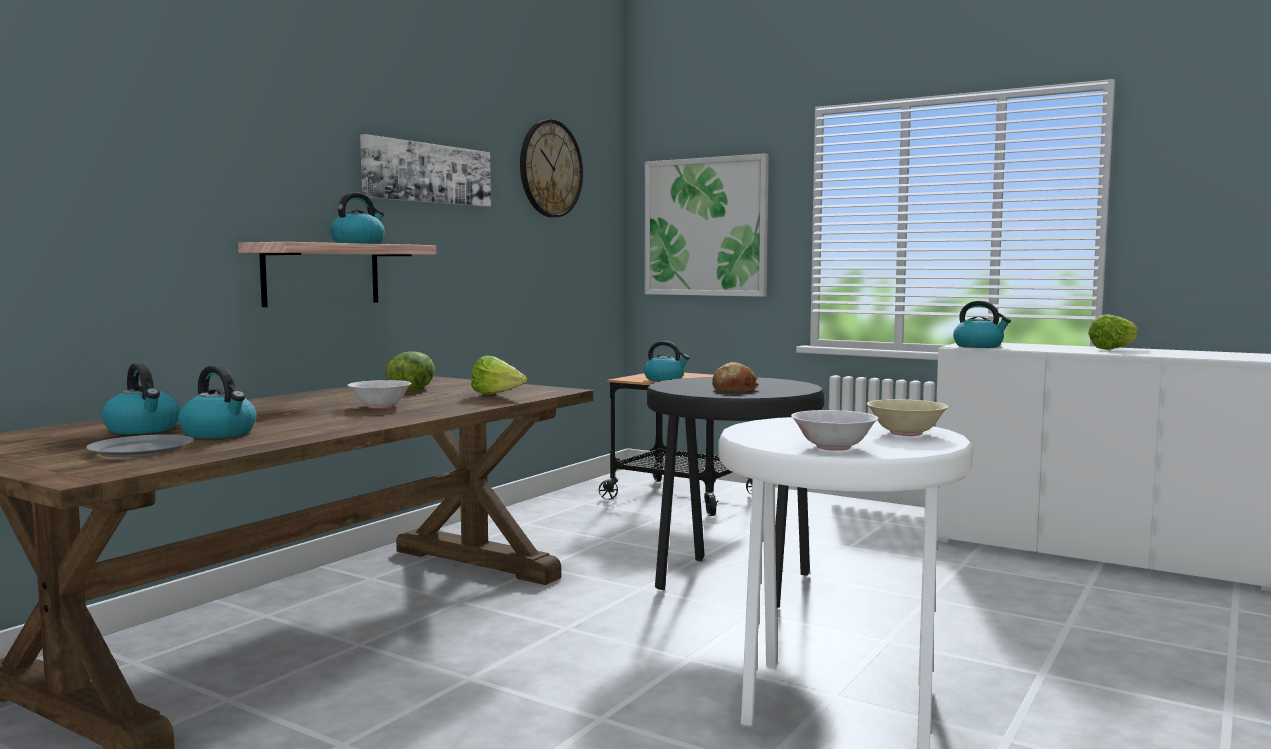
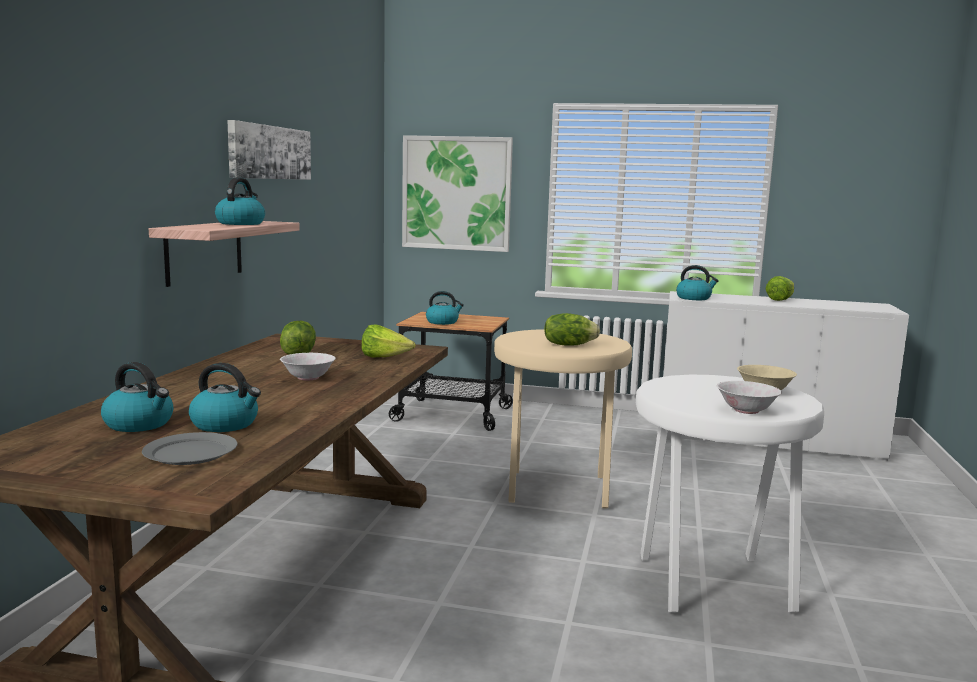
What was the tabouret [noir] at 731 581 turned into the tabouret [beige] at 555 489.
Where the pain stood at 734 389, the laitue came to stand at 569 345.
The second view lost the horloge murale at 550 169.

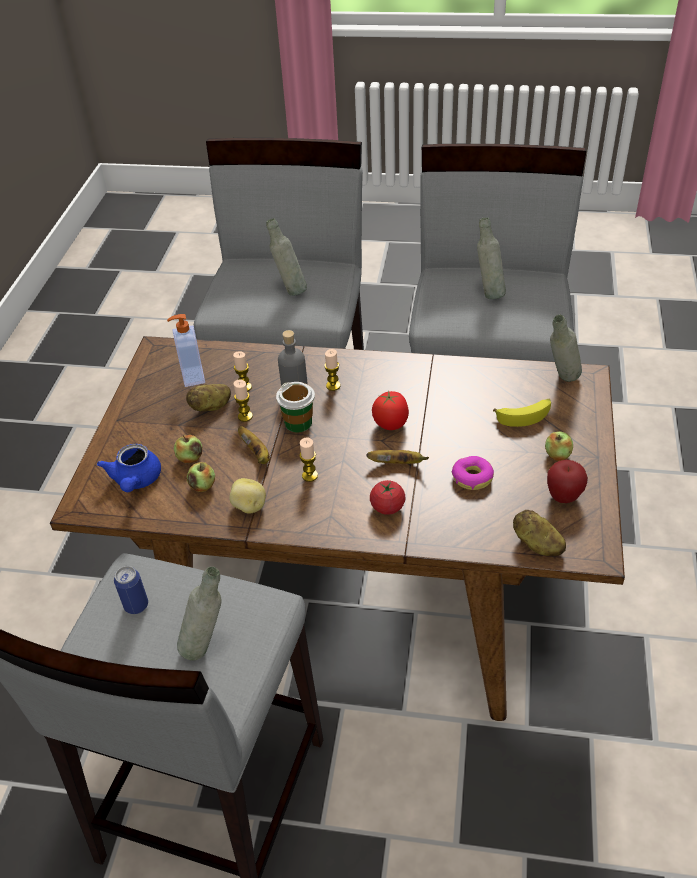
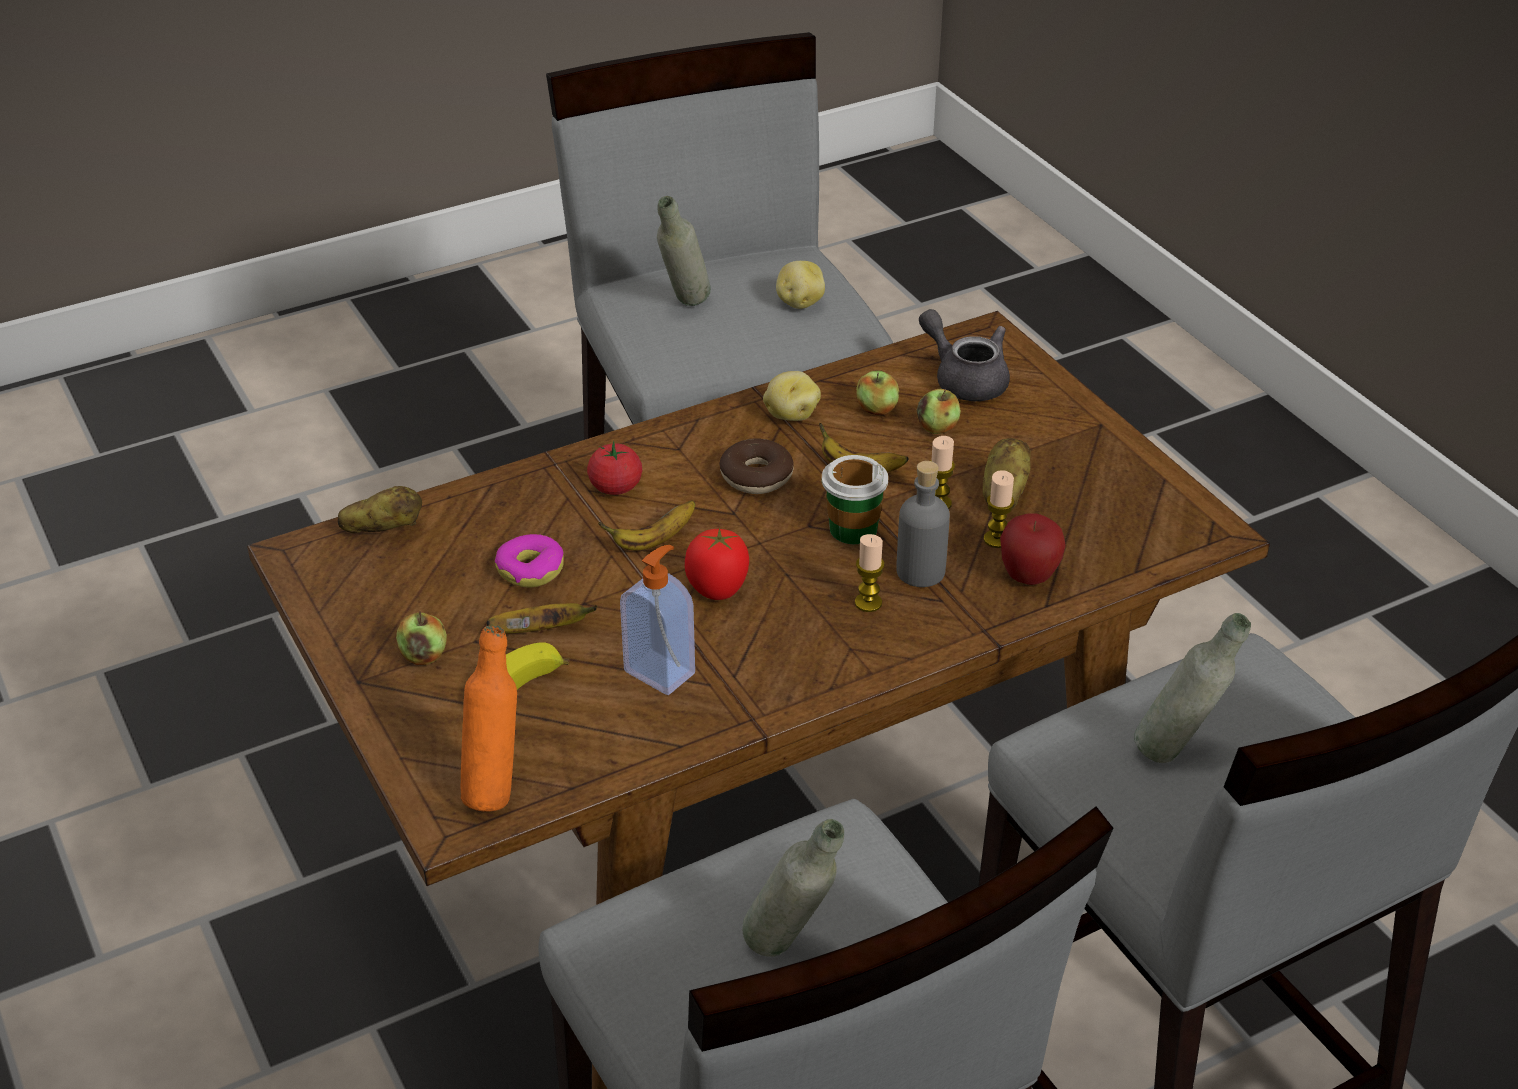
What was the bouteille [gris] at 561 381 turned into the bouteille [orange] at 495 789.
The second view gained the banane at 542 630.
The distributeur de savon ended up elsewhere, having gone from 192 376 to 661 671.
Where the bougie stood at 310 475, the beignet came to stand at 756 476.
Where the boîte métallique stood at 136 605, the pomme de terre came to stand at 799 302.
What was the théière [bleu] at 136 481 turned into the théière [gris] at 965 379.
The pomme ended up elsewhere, having gone from 563 496 to 1028 577.

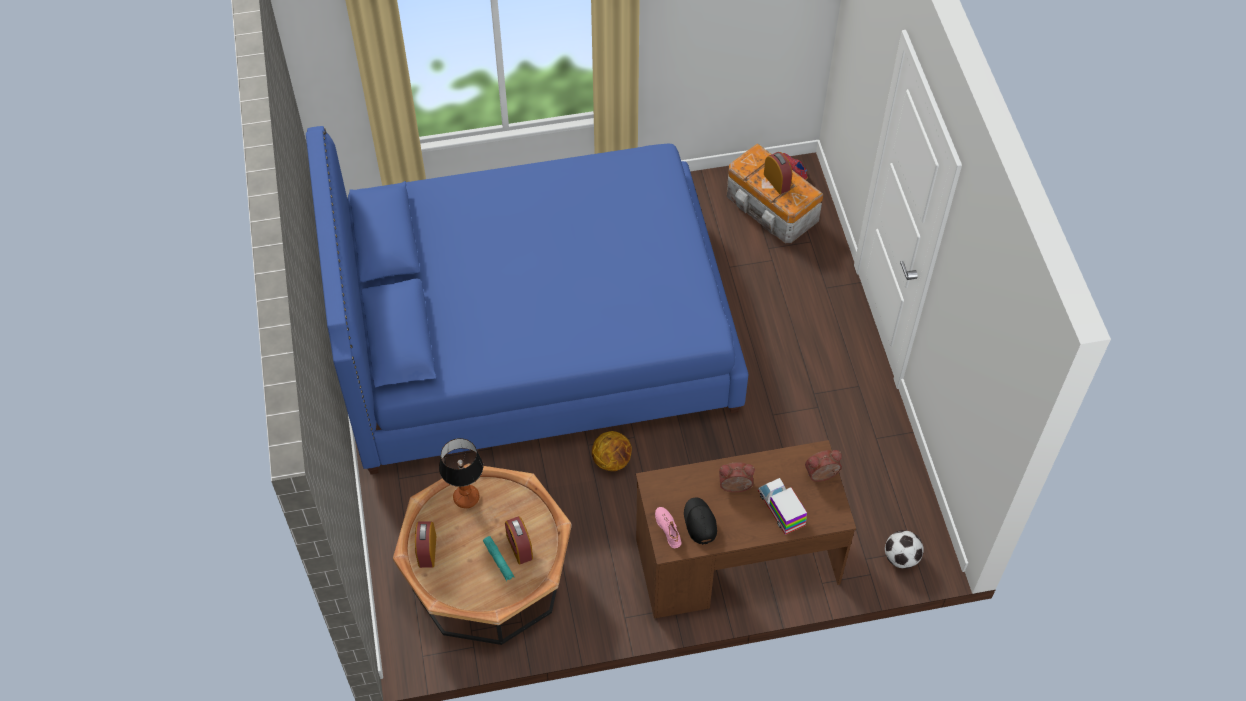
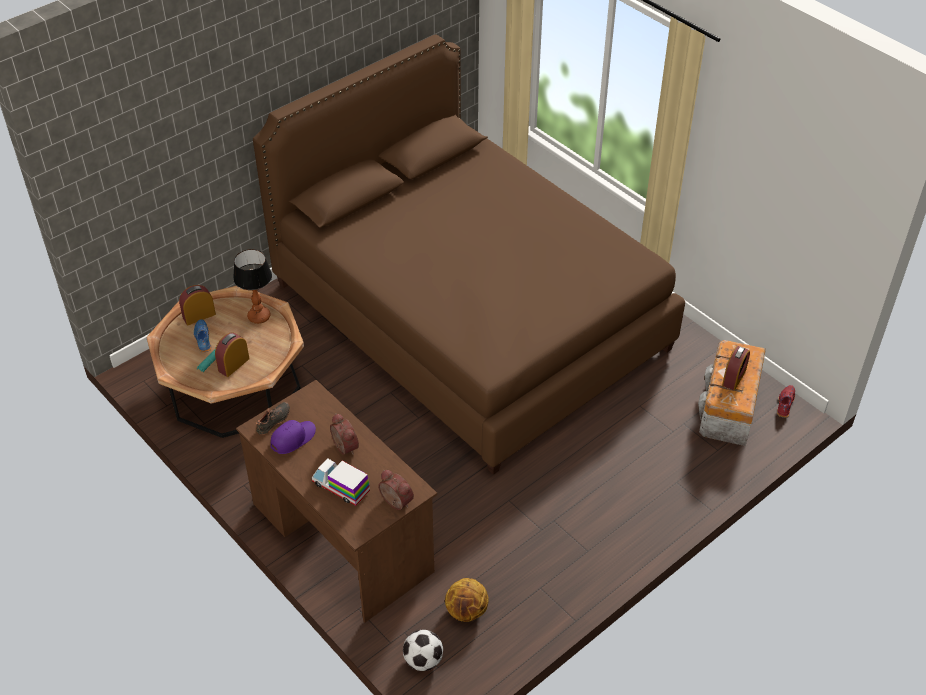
The second view gained the chaussure [bleu] at 202 339.
What was the lit [bleu] at 534 335 turned into the lit [marron] at 470 316.
What was the chaussure [rose] at 669 529 turned into the chaussure [noir] at 274 421.
What was the casquette [noir] at 699 522 turned into the casquette [violet] at 293 438.
The camion jouet at 781 509 ended up facing another way, 90 degrees counterclockwise from before.
The ballon de basket ended up elsewhere, having gone from 612 460 to 466 611.

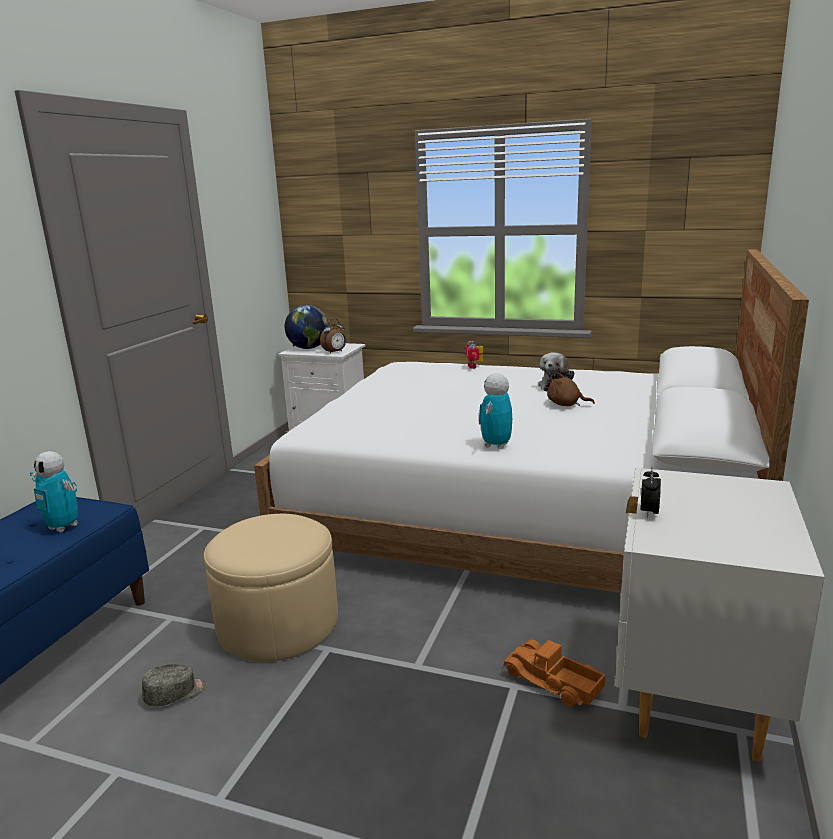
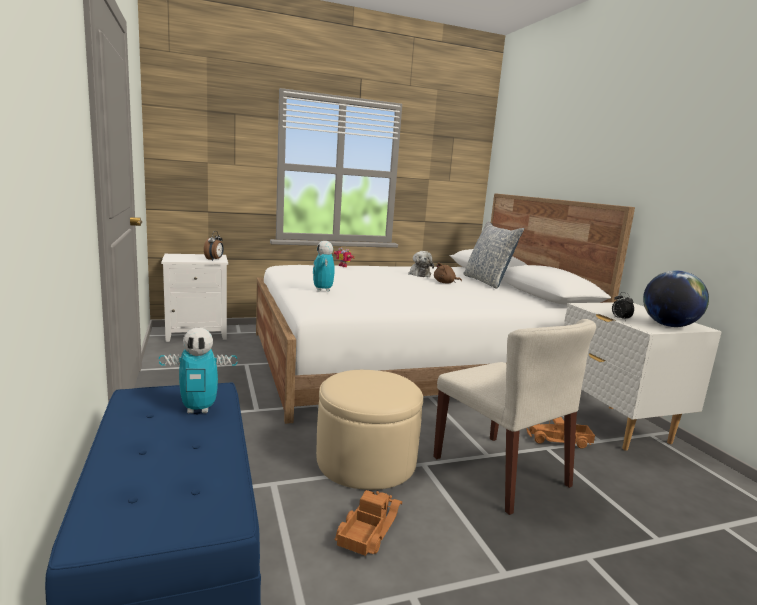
The robot jouet ended up elsewhere, having gone from 496 445 to 323 290.
Where the casquette [gris] stood at 176 694, the camion jouet came to stand at 367 529.
The second view gained the chaise [beige] at 501 471.
The second view gained the coussin at 487 282.
The globe ended up elsewhere, having gone from 308 348 to 669 325.

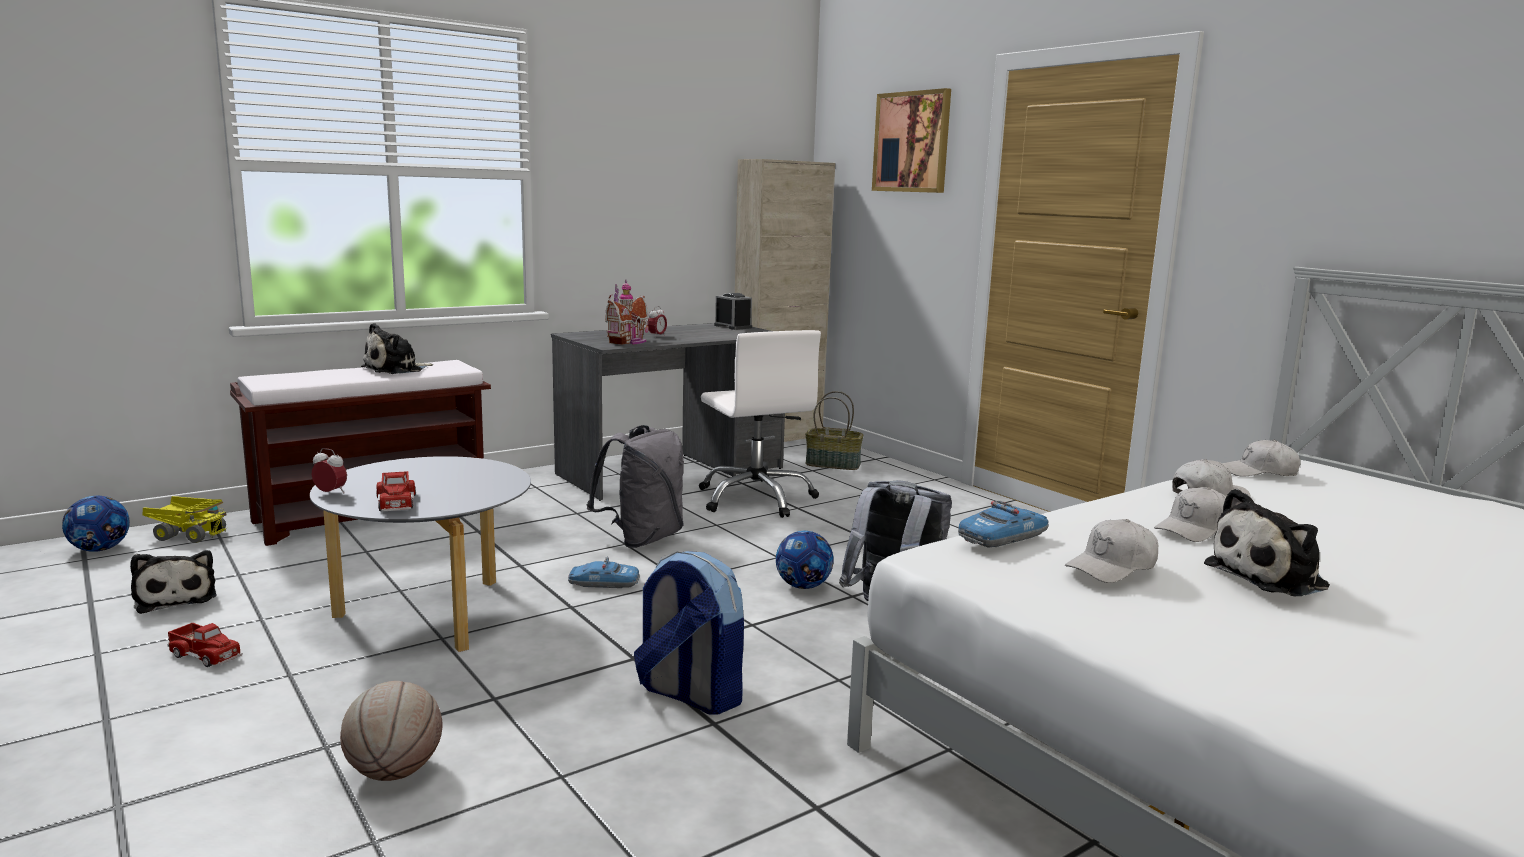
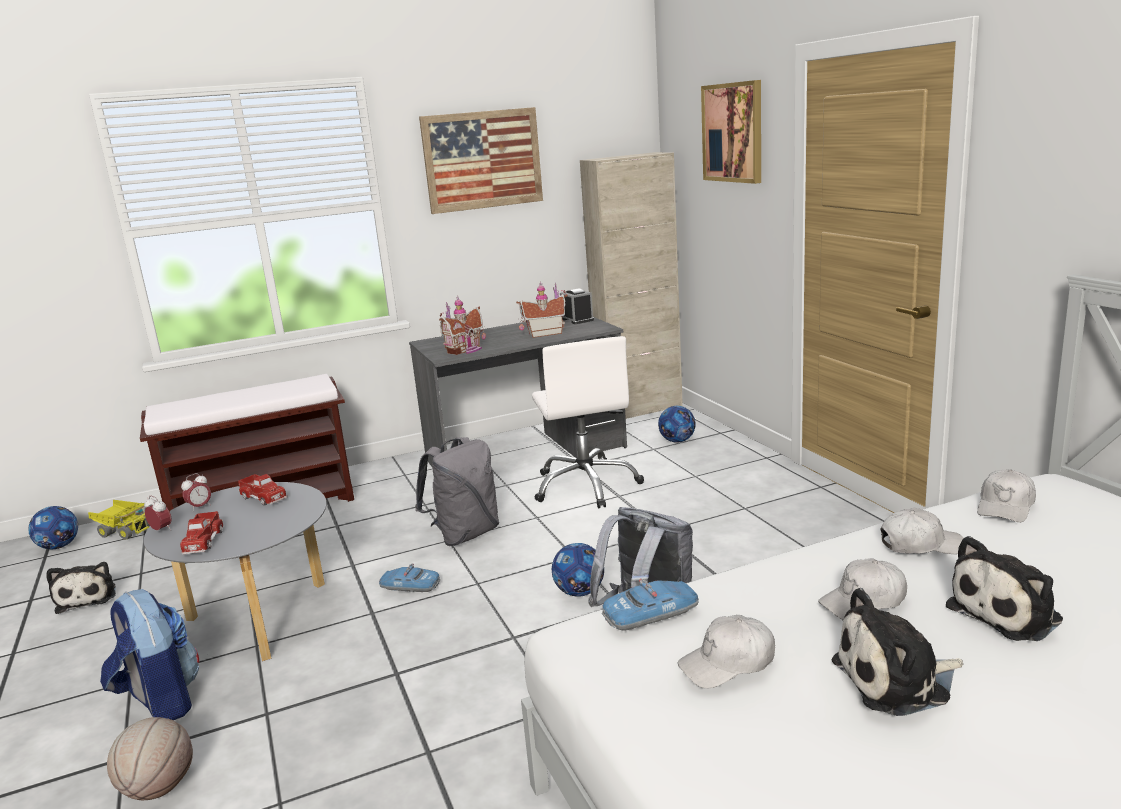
The sac à dos ended up elsewhere, having gone from 689 694 to 160 702.
The réveil ended up elsewhere, having gone from 657 336 to 200 507.
The camion jouet ended up elsewhere, having gone from 206 654 to 264 497.
The second view gained the tableau at 482 160.
The second view gained the maison miniature at 544 333.
Where the panier stood at 833 464, the ballon de foot came to stand at 677 441.
The peluche ended up elsewhere, having gone from 396 369 to 1008 612.
The casquette [blanc] at 1259 473 ended up facing another way, 75 degrees counterclockwise from before.

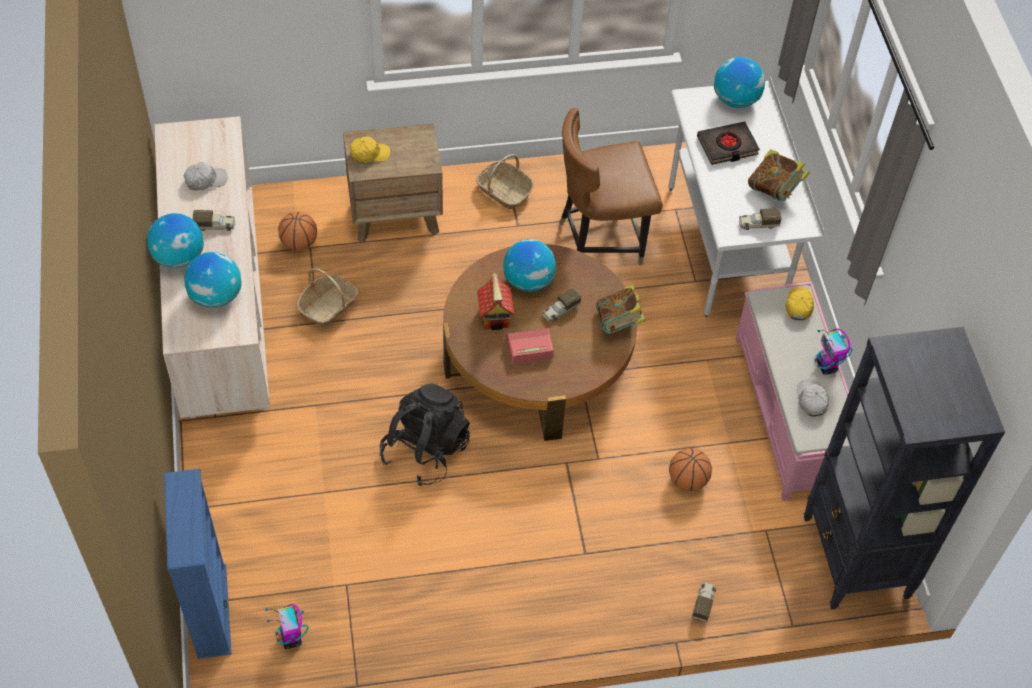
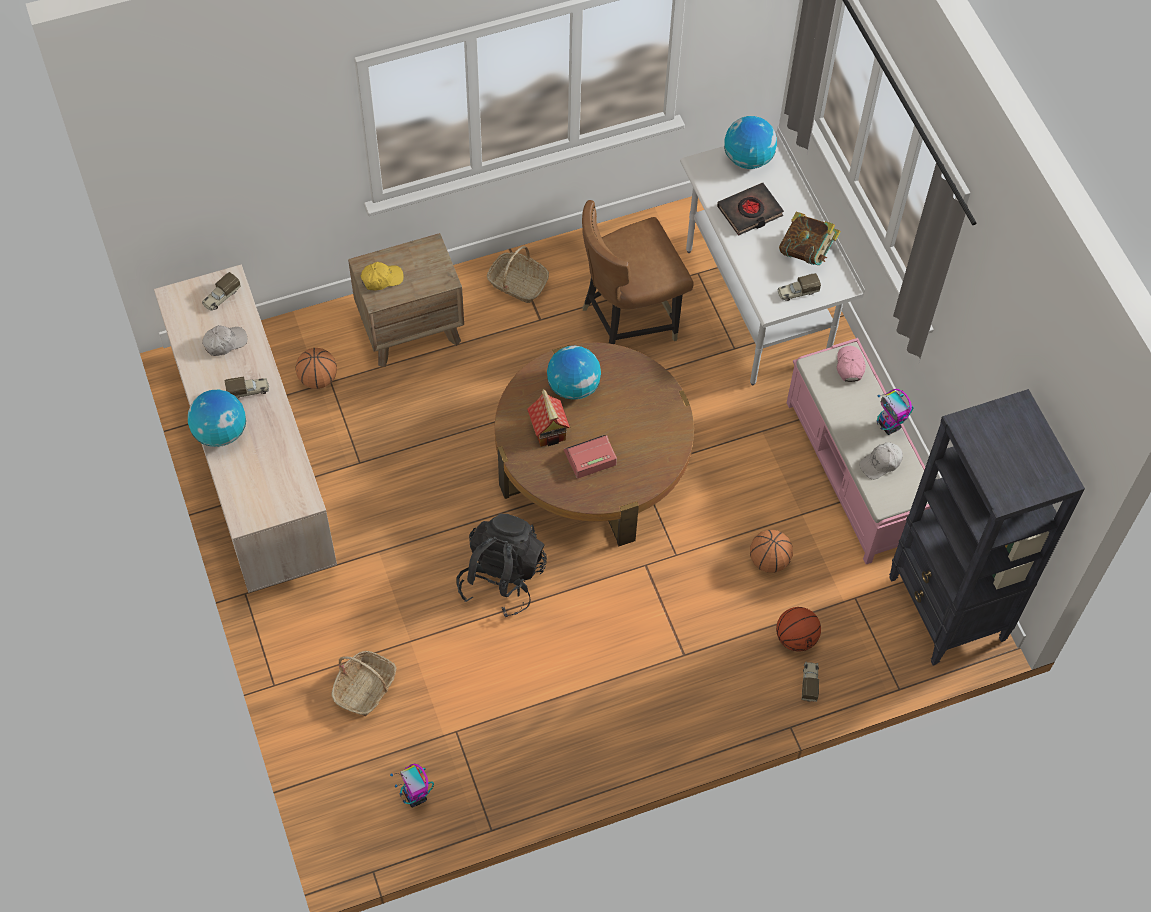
The camion jouet ended up elsewhere, having gone from 560 311 to 221 297.
The panier ended up elsewhere, having gone from 328 306 to 365 688.
The second view gained the ballon de basket at 795 638.
What was the casquette [jaune] at 799 305 turned into the casquette [rose] at 850 366.
The casquette [blanc] at 811 400 ended up facing another way, 105 degrees counterclockwise from before.
The second view lost the bibliothèque [bleu] at 211 611.
The second view lost the globe at 216 296.
The second view lost the livre at 619 323.

